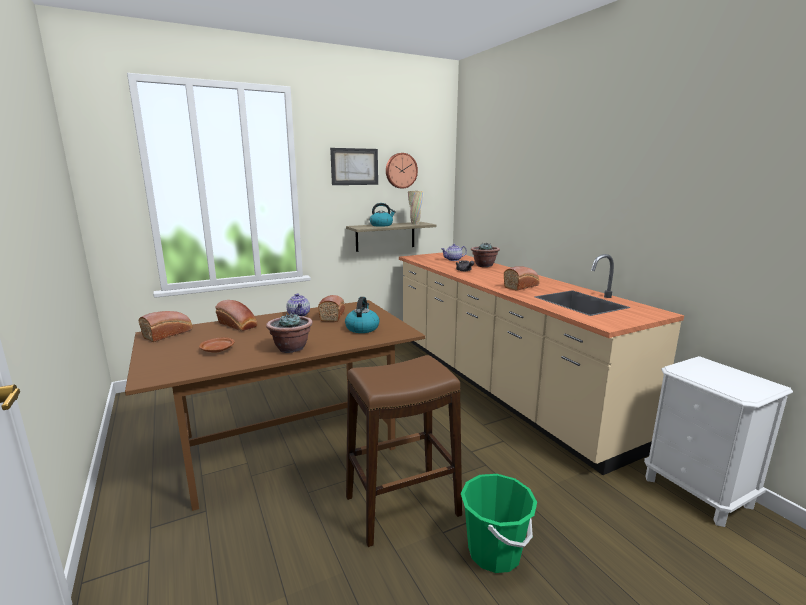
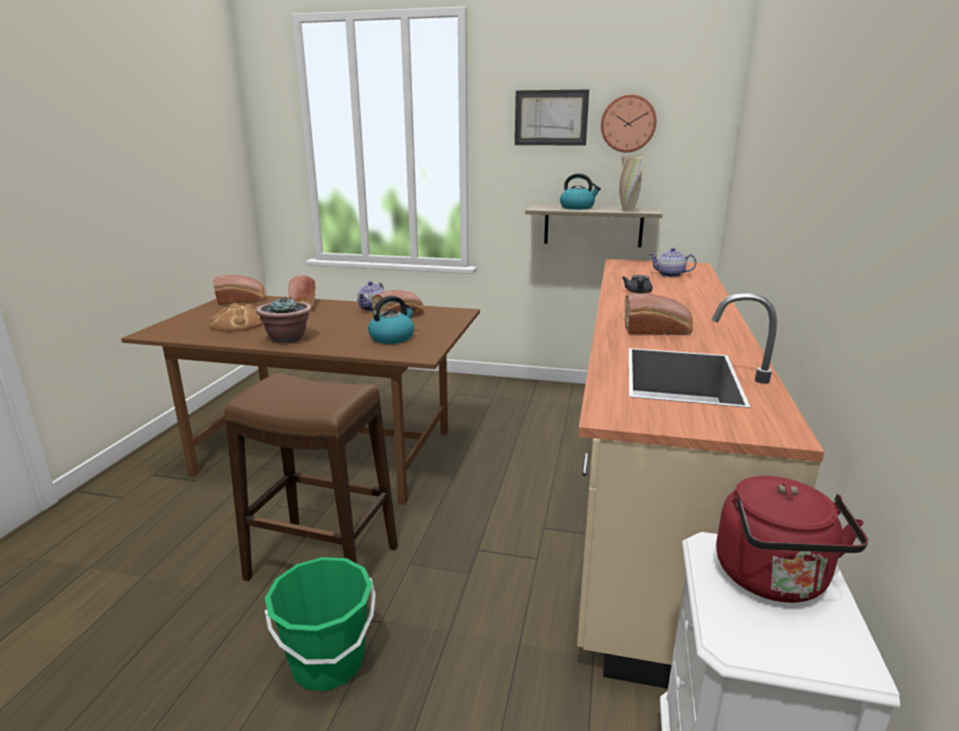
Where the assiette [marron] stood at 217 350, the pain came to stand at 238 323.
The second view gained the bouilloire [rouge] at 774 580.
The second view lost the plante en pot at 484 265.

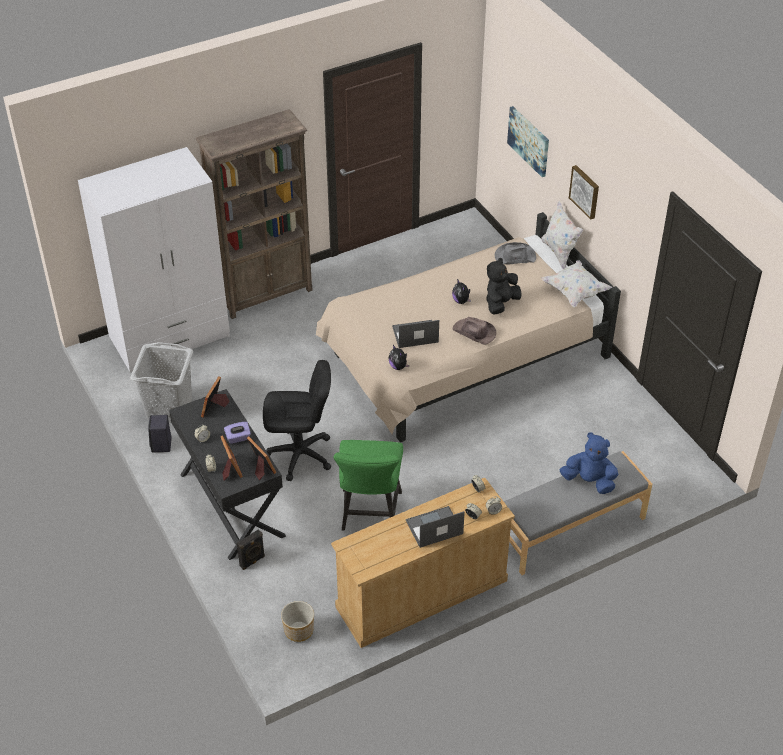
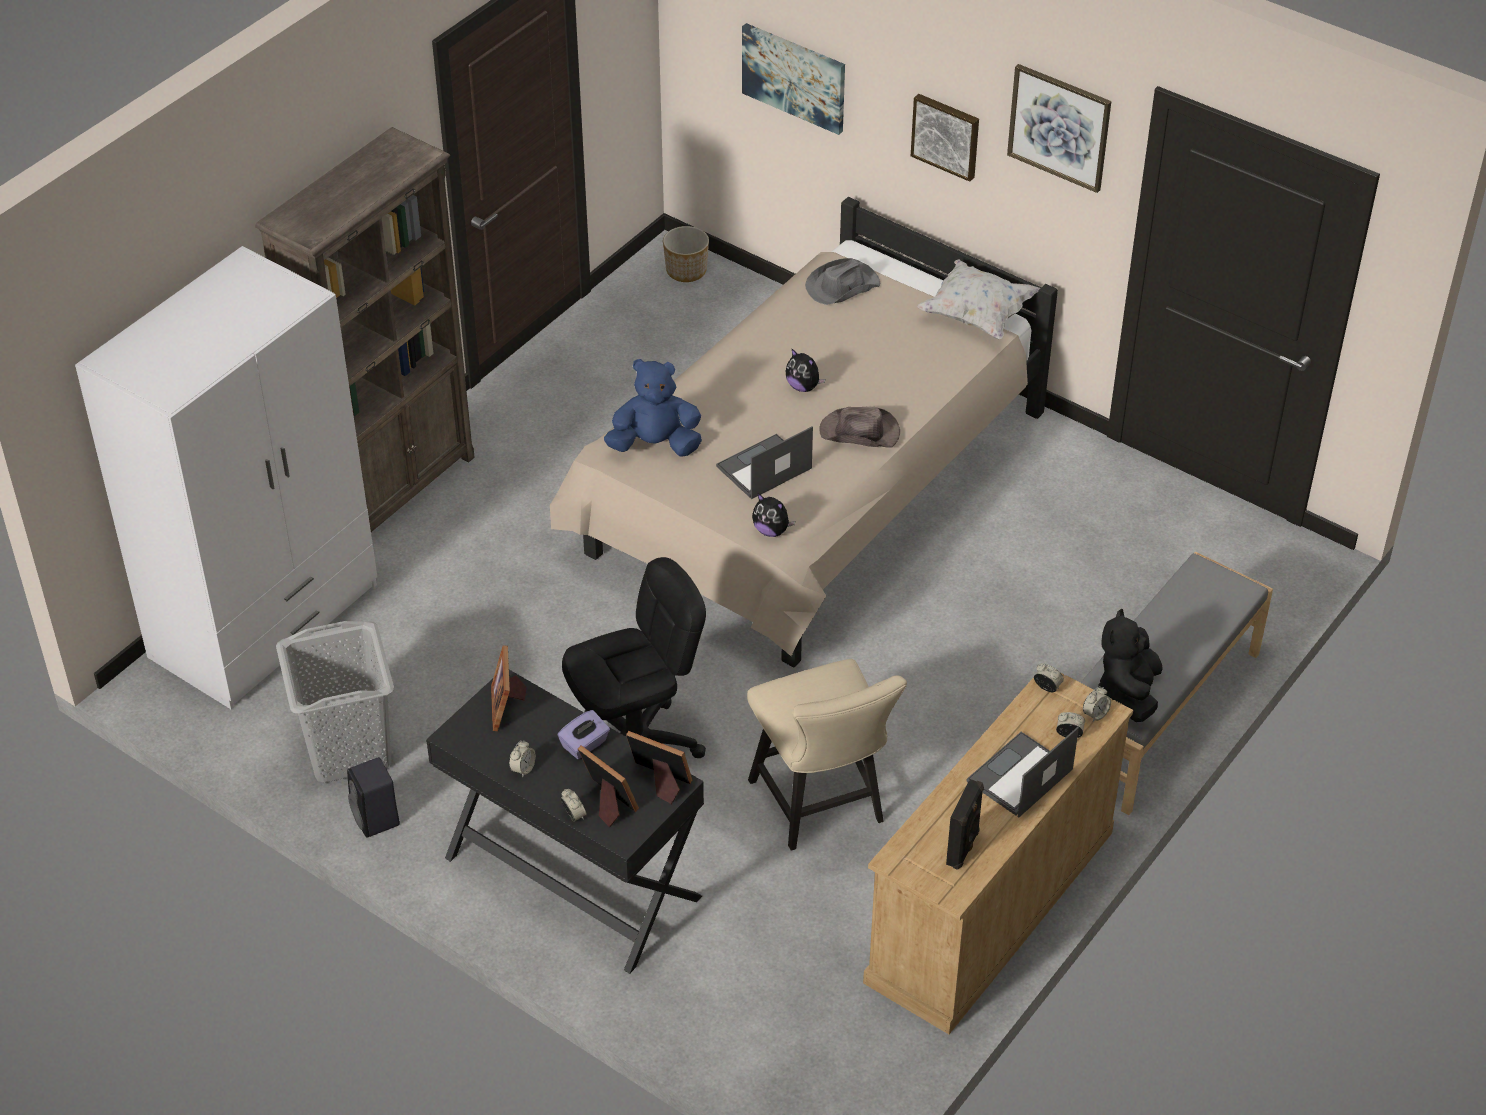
The peluche [bleu] ended up elsewhere, having gone from 589 481 to 655 445.
The cache-pot ended up elsewhere, having gone from 299 630 to 686 270.
What was the chaise [vert] at 370 515 turned into the chaise [beige] at 822 807.
The enceinte [noir] ended up elsewhere, having gone from 252 561 to 963 848.
The second view gained the tableau at 1059 127.
The peluche [noir] ended up elsewhere, having gone from 501 303 to 1129 692.
The second view lost the coussin [blanc] at 559 253.

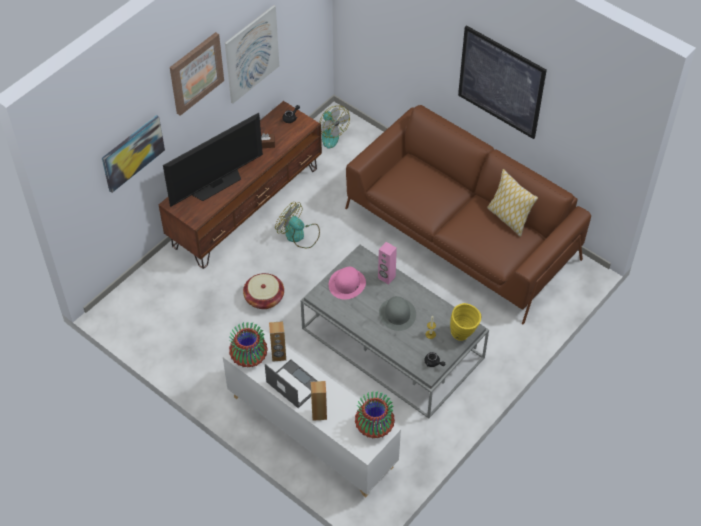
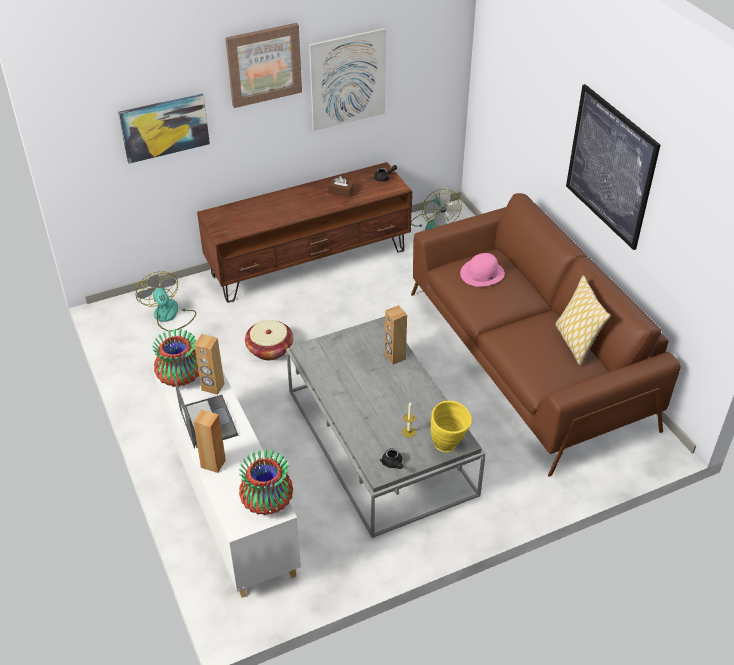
The ventilateur ended up elsewhere, having gone from 299 235 to 169 316.
What was the enceinte [rose] at 386 277 turned into the enceinte [marron] at 394 357.
The chapeau [rose] ended up elsewhere, having gone from 347 283 to 482 273.
The second view lost the téléviseur at 216 184.
The second view lost the chapeau [gris] at 397 314.

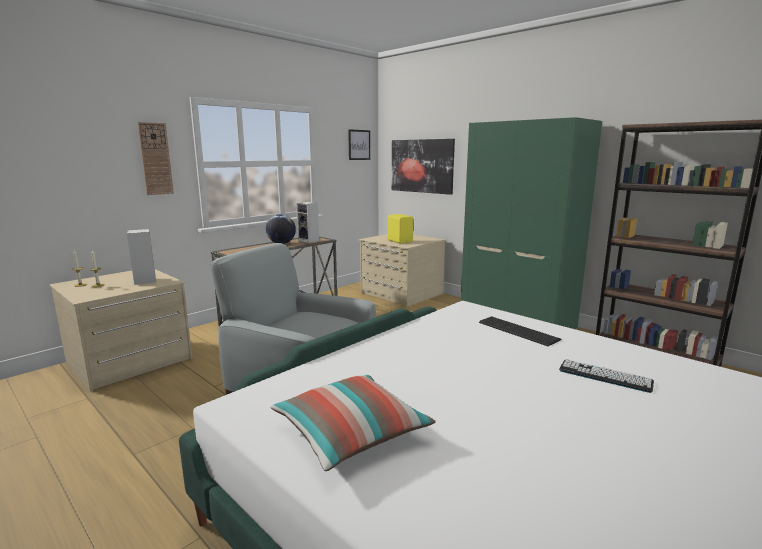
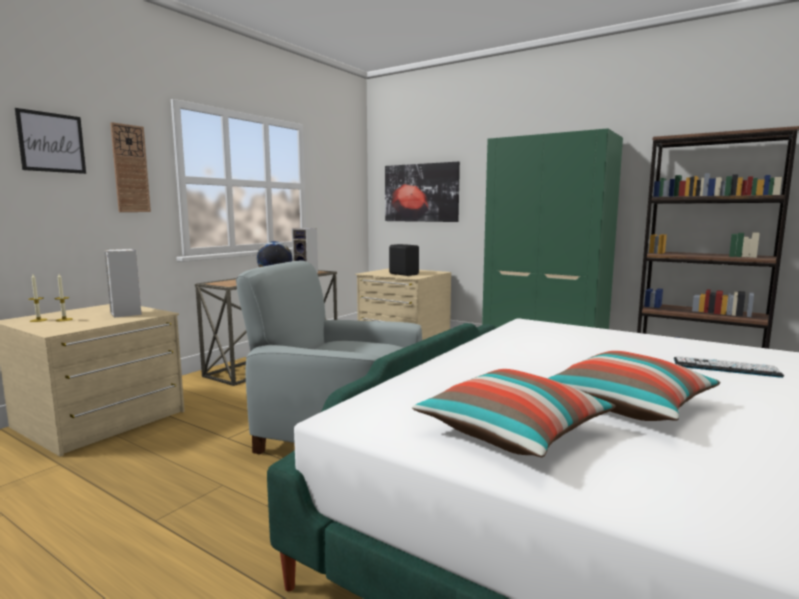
The tableau ended up elsewhere, having gone from 359 145 to 51 142.
What was the enceinte [jaune] at 400 241 turned into the enceinte [noir] at 404 274.
The second view gained the coussin at 628 405.
The second view lost the clavier at 518 331.

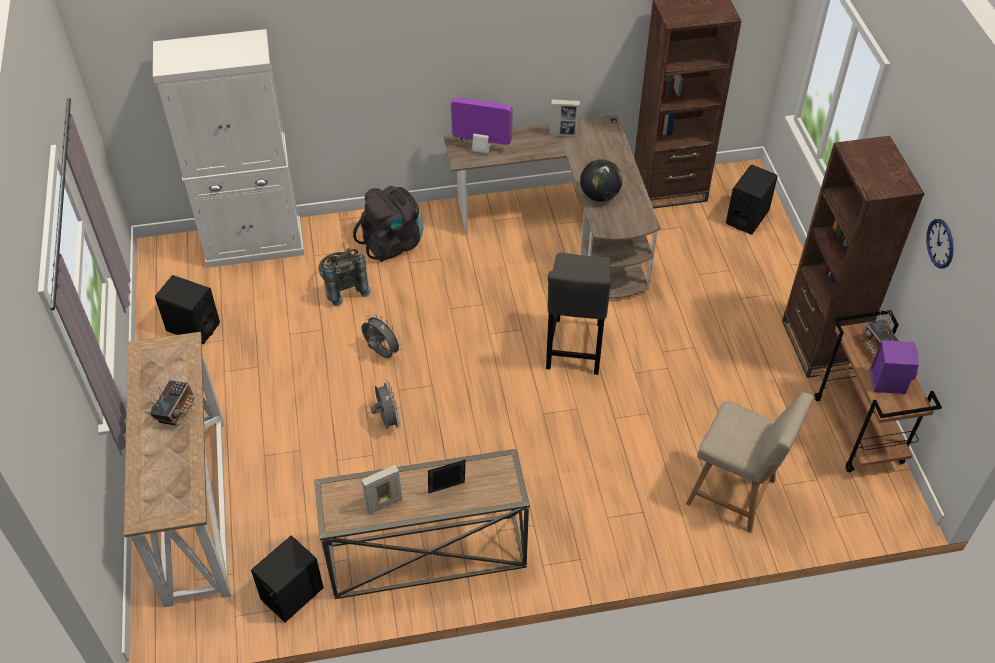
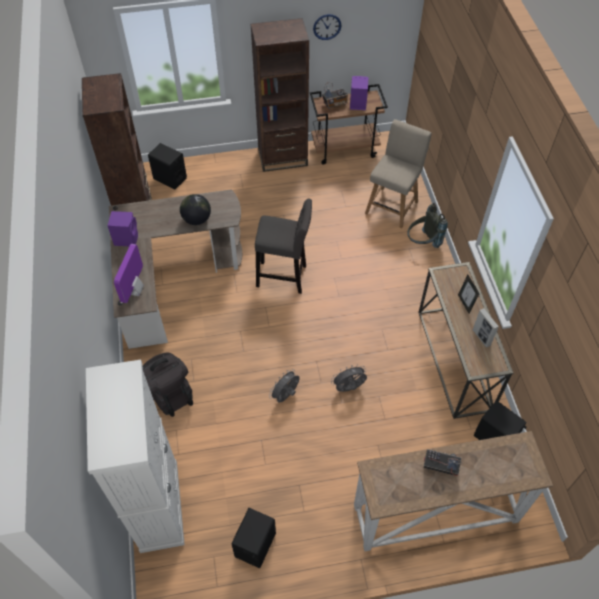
Where the cadre photo stood at 563 134, the enceinte [violet] came to stand at 126 238.
The sac à dos [gris] ended up elsewhere, having gone from 343 288 to 422 242.

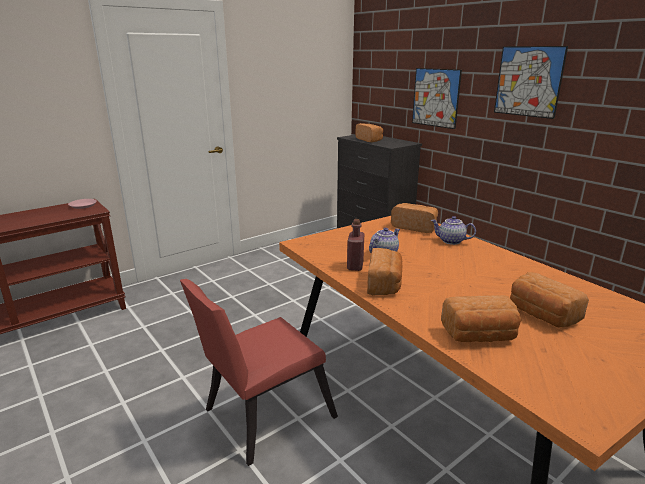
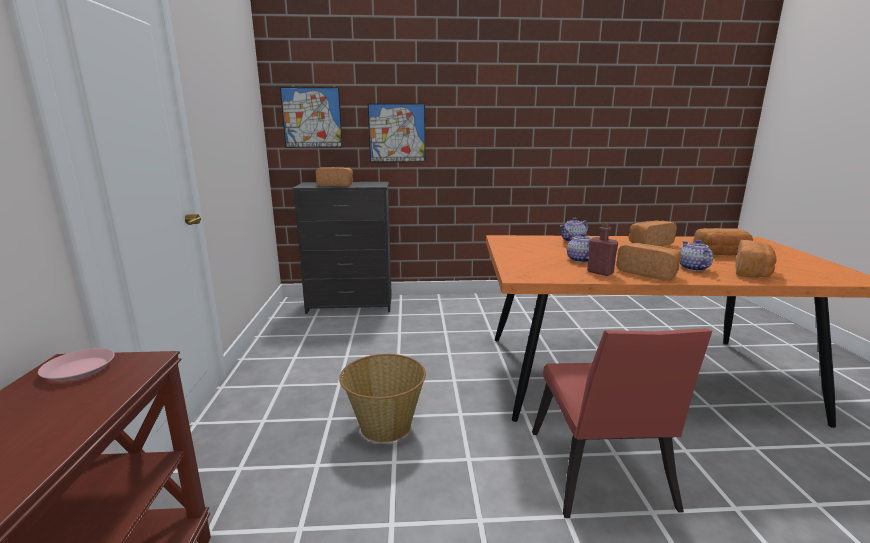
The tableau ended up elsewhere, having gone from 528 81 to 312 117.
The second view gained the panier at 384 425.
The pain ended up elsewhere, having gone from 414 227 to 649 244.
The second view gained the théière at 692 268.

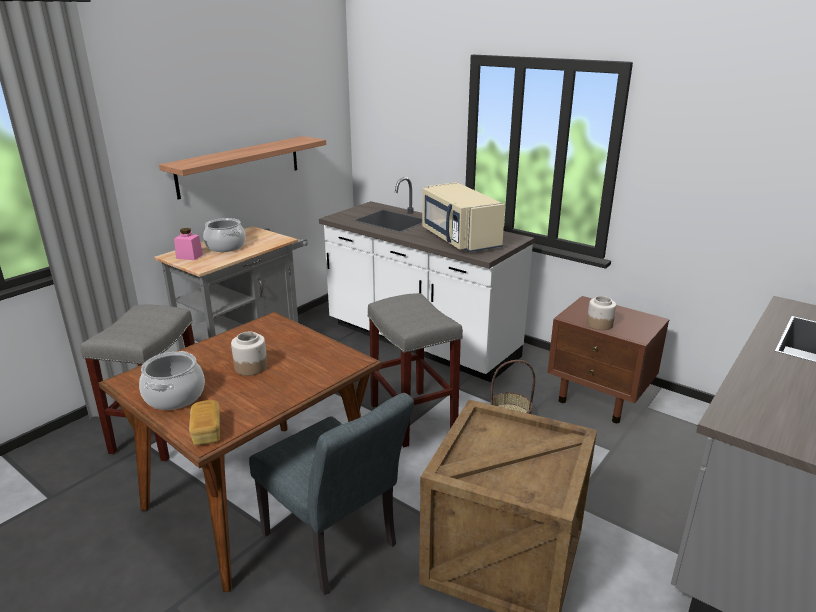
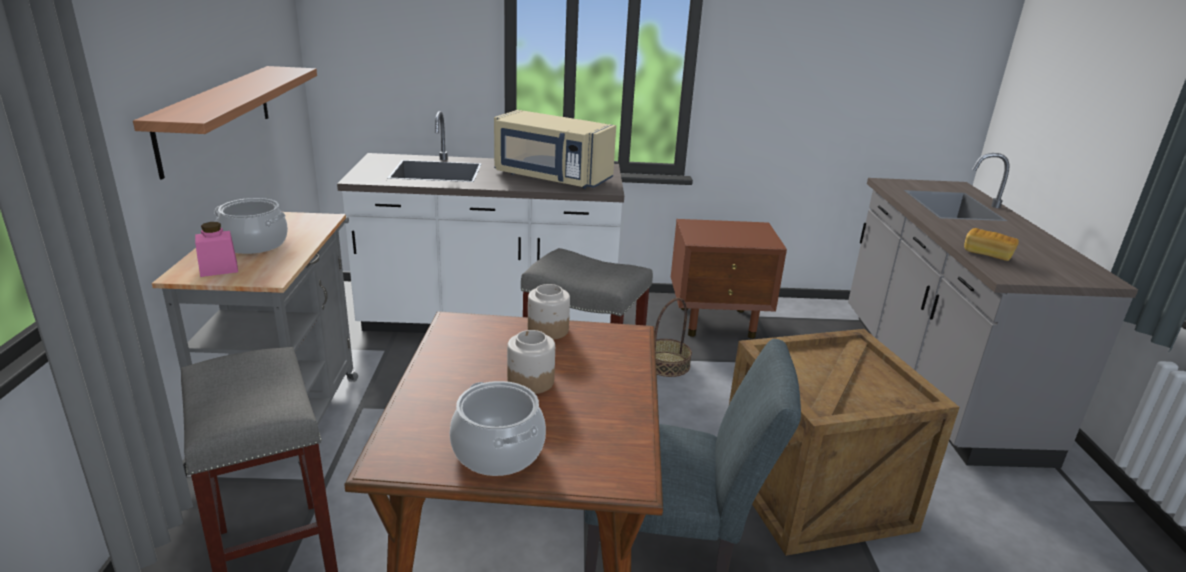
The bocal ended up elsewhere, having gone from 599 324 to 547 330.
The pain ended up elsewhere, having gone from 207 432 to 987 254.

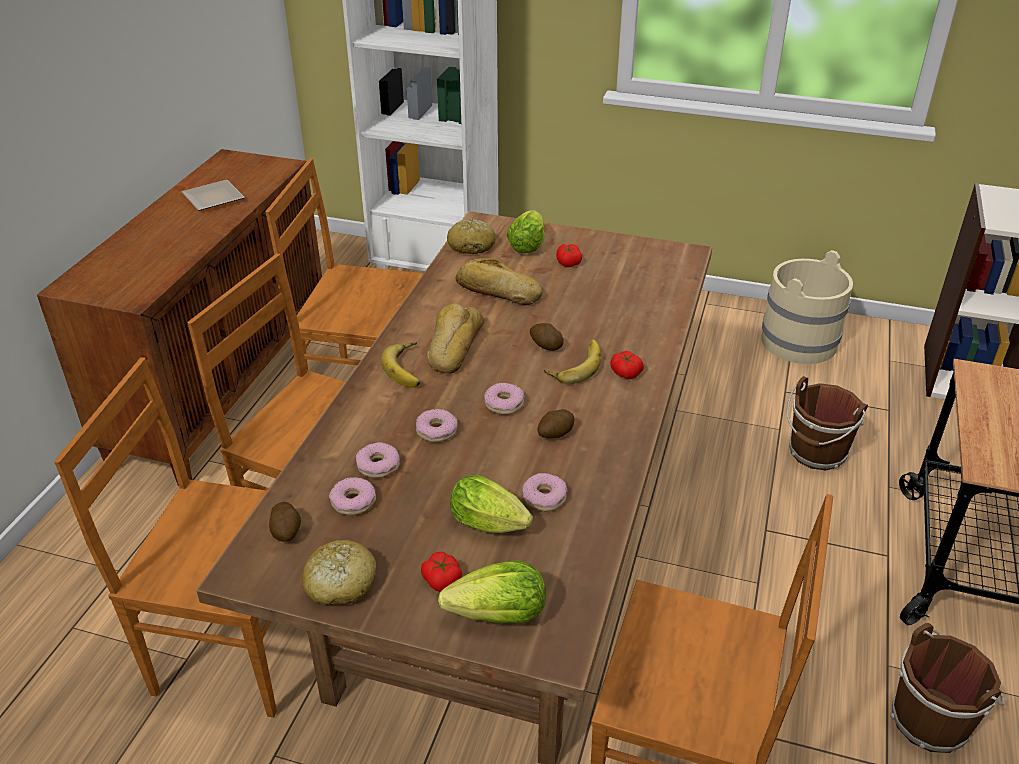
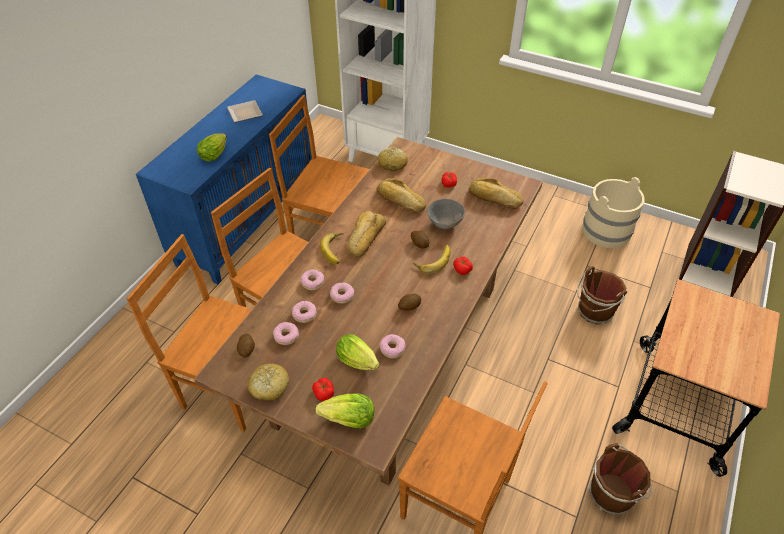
What was the meuble de rangement [marron] at 223 388 turned into the meuble de rangement [bleu] at 247 220.
The laitue ended up elsewhere, having gone from 528 244 to 215 154.
The beignet ended up elsewhere, having gone from 504 404 to 312 282.
The second view gained the bol [gris] at 444 224.
The second view gained the pain at 494 198.

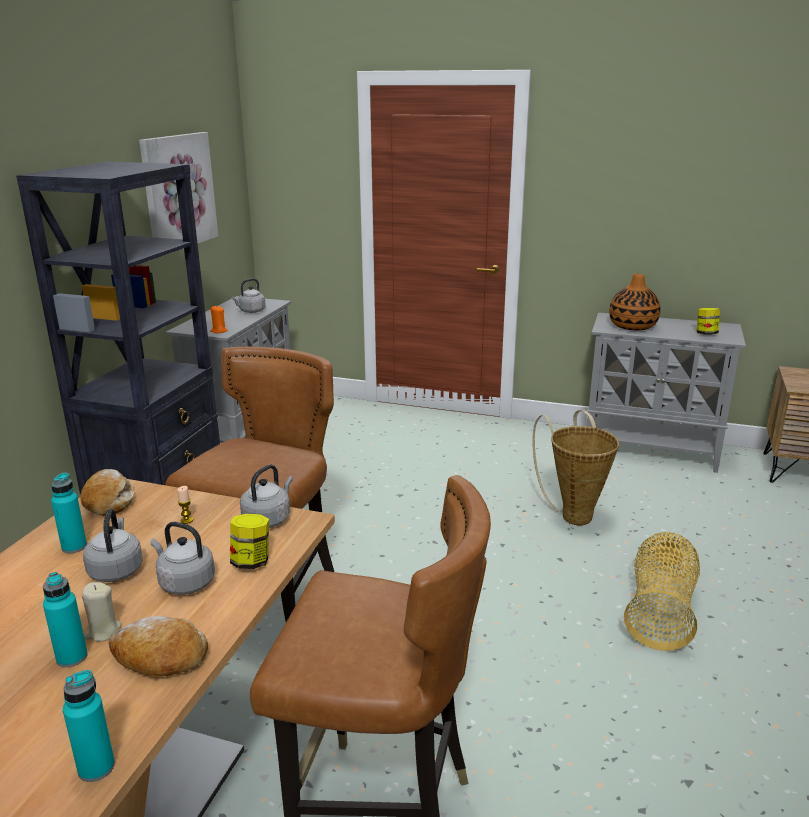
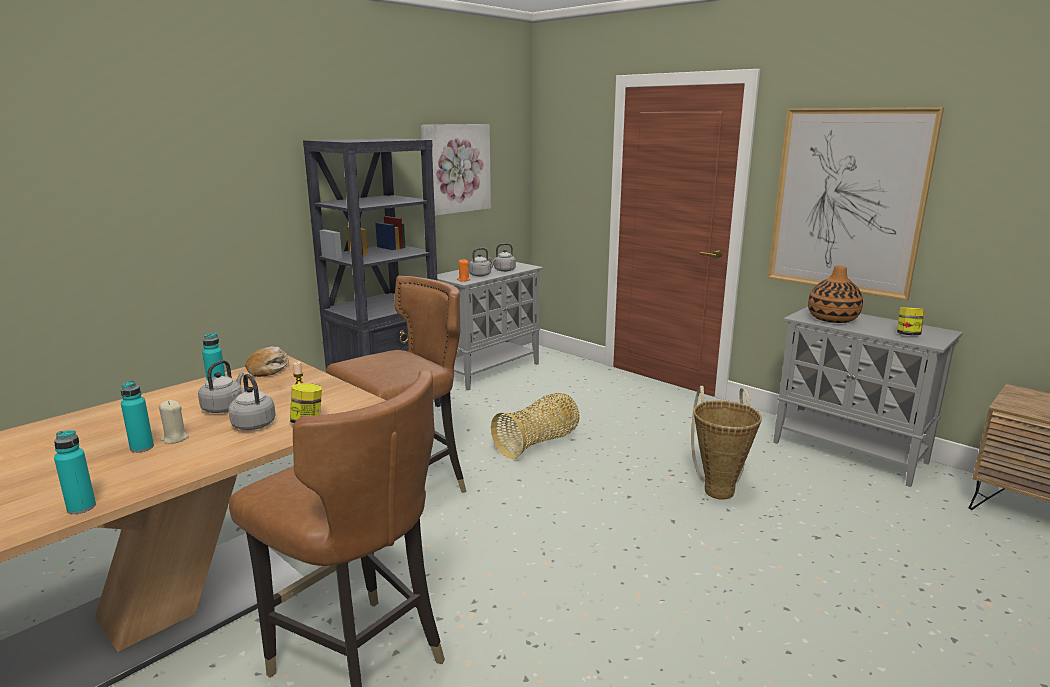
The bouilloire [gris] ended up elsewhere, having gone from 268 519 to 481 275.
The panier ended up elsewhere, having gone from 660 611 to 538 443.
The second view gained the tableau at 847 201.
The second view lost the pain at 159 657.

